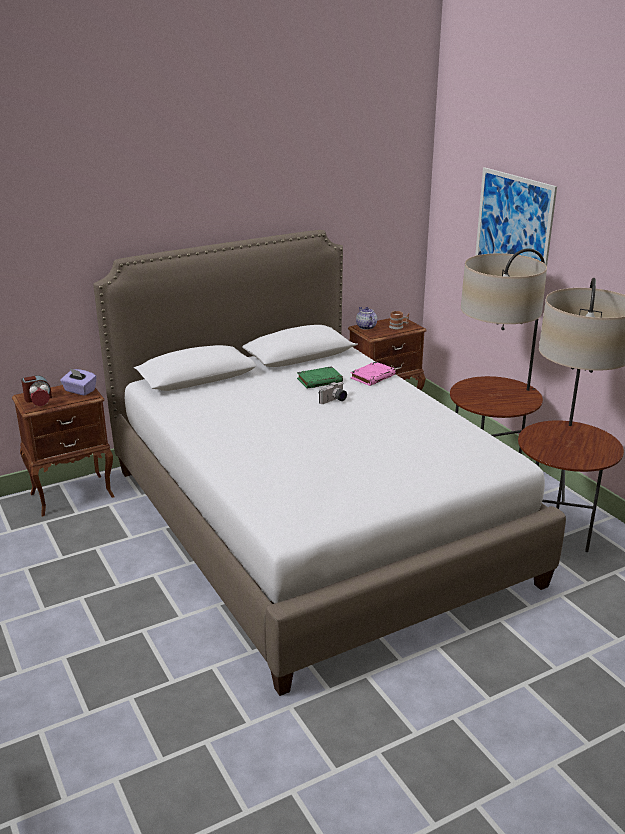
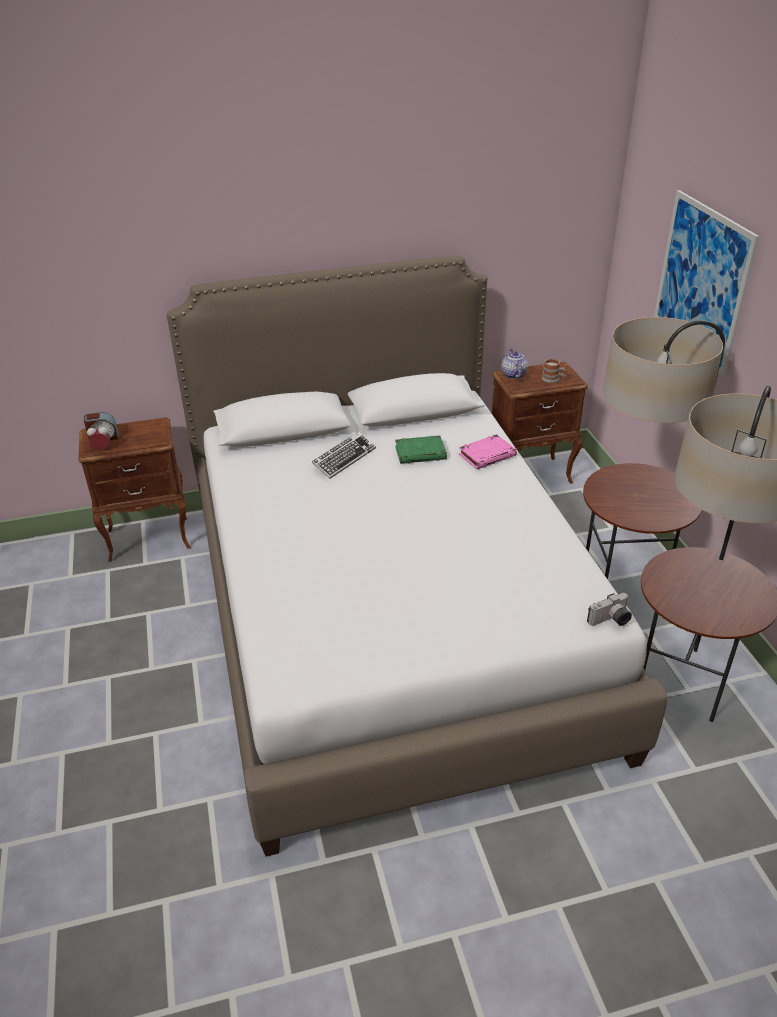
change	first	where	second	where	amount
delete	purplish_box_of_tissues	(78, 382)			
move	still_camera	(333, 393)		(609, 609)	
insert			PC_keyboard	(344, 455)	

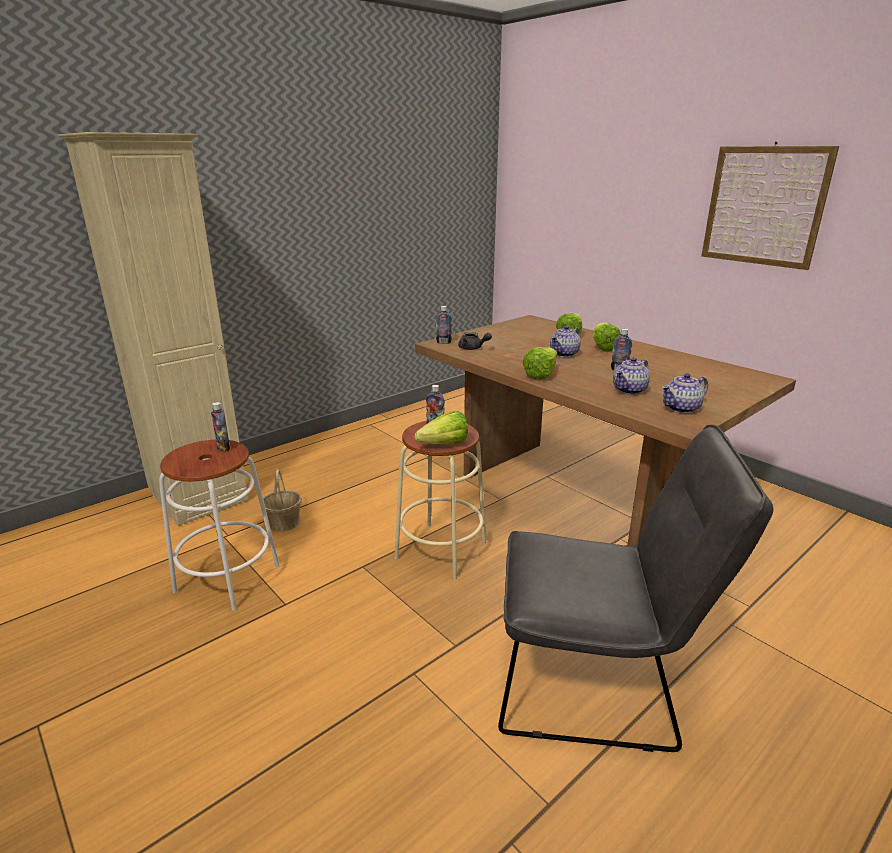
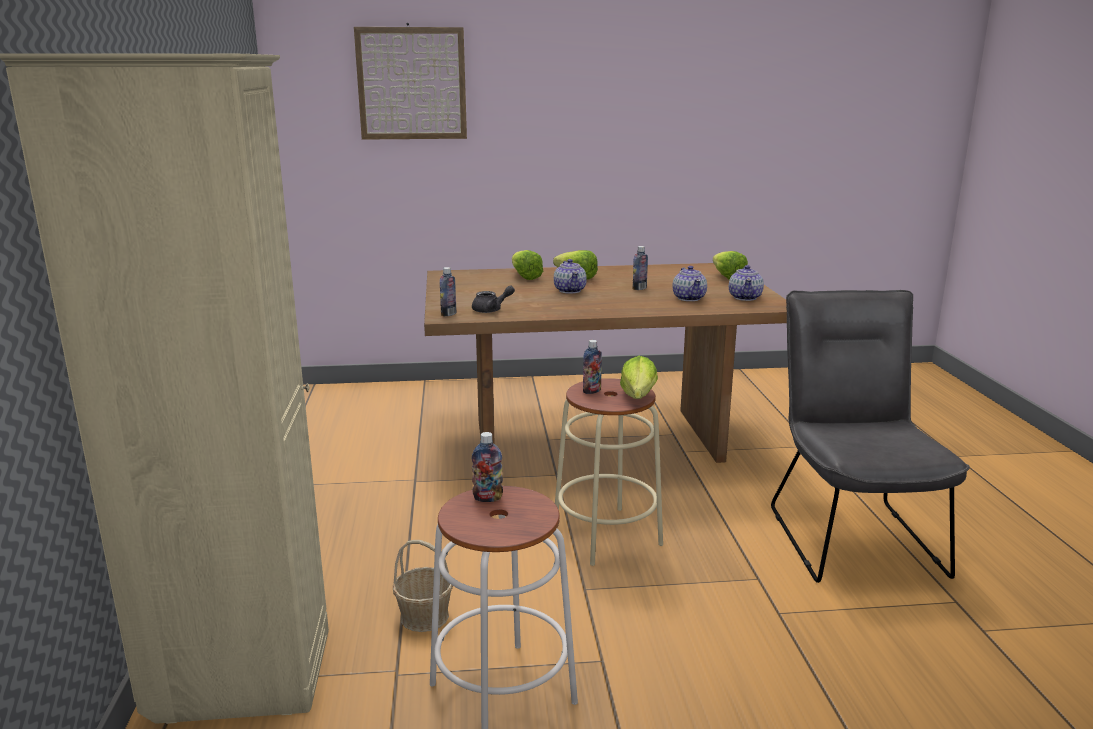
change	first	where	second	where	amount
move	wall_art	(770, 206)		(410, 81)	
move	head_of_lettuce	(540, 363)		(730, 265)	
rotate	grey_plain_chair	(635, 588)		(870, 436)	45 degrees counterclockwise

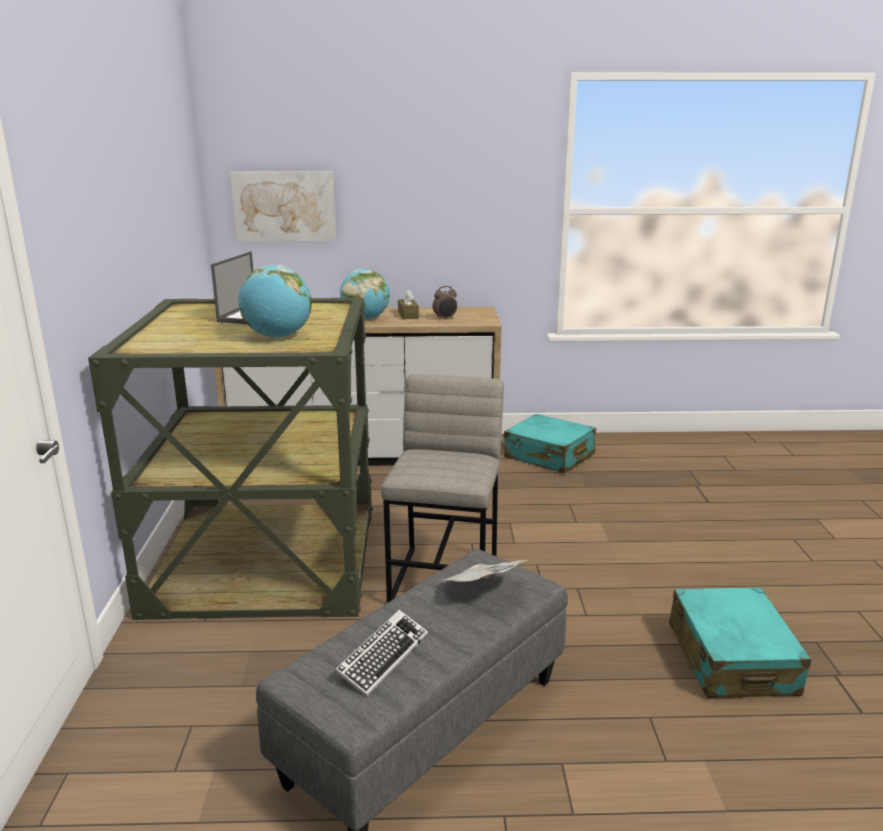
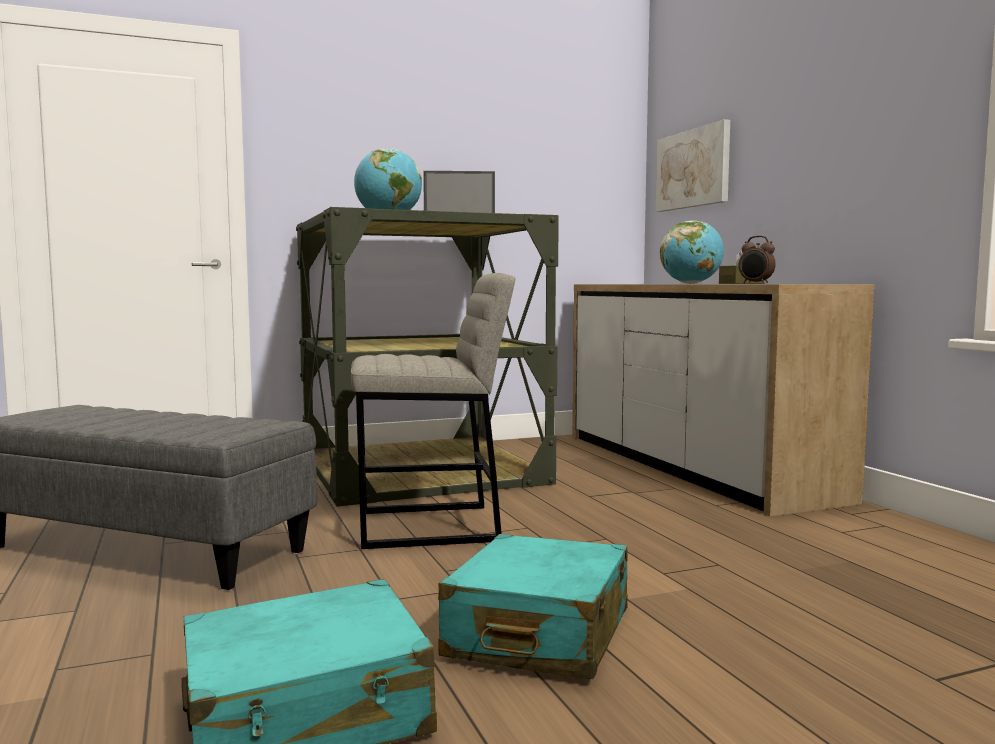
change	first	where	second	where	amount
move	turquoise_piece_of_luggage	(550, 443)		(532, 606)	
delete	printed_paper	(485, 571)			
delete	PC_keyboard	(381, 653)			

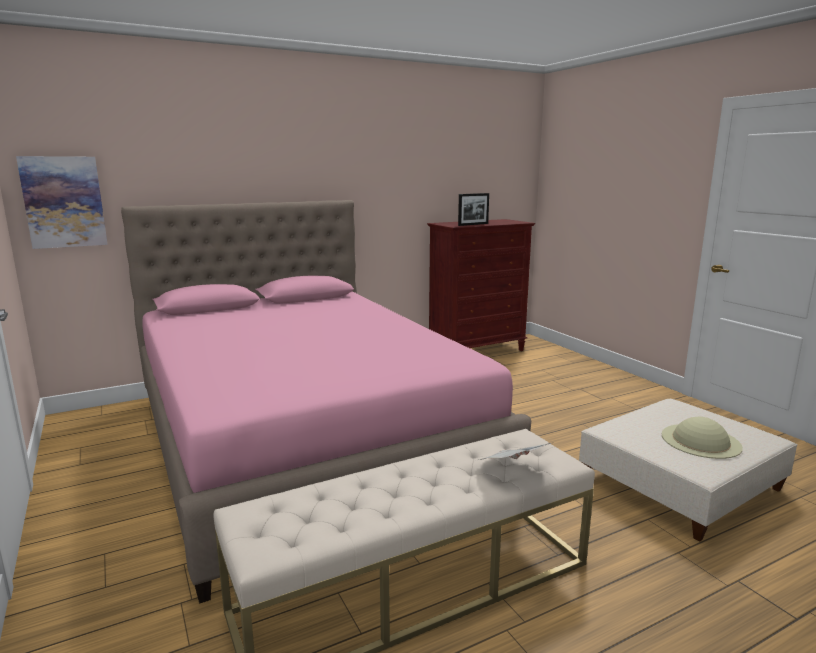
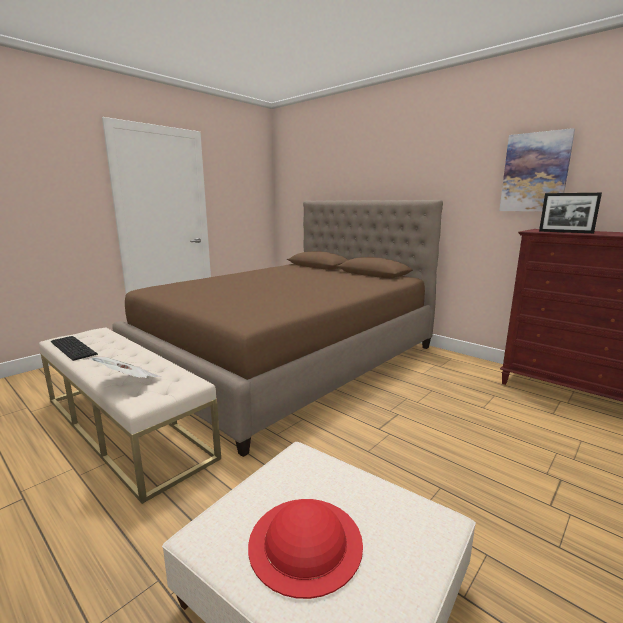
change	first	where	second	where	amount
move	wall_art	(62, 202)		(537, 169)	
recolor	pinkish_bedroom_bed	(326, 402)	brown_bedroom_bed	(278, 328)	
recolor	beige-coloured_hat	(702, 438)	red_hat	(305, 549)	
insert			PC_keyboard	(74, 348)	

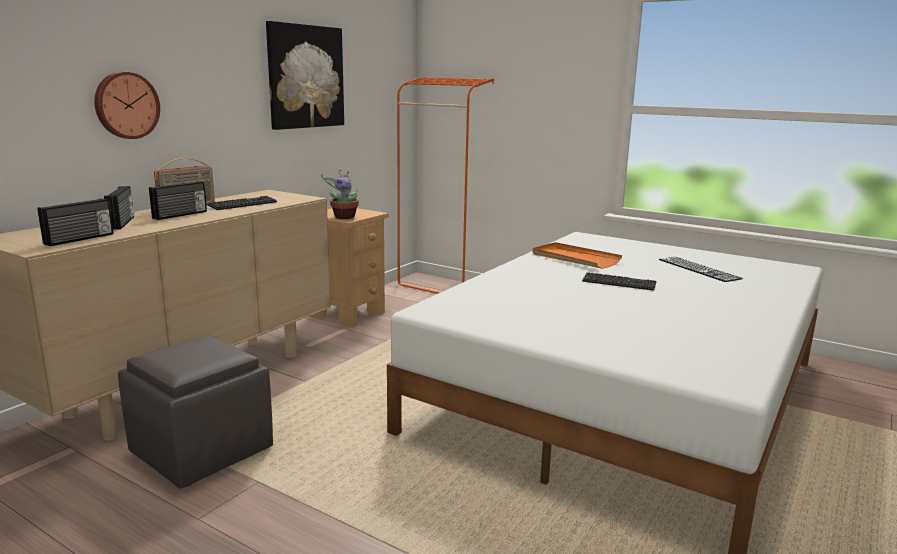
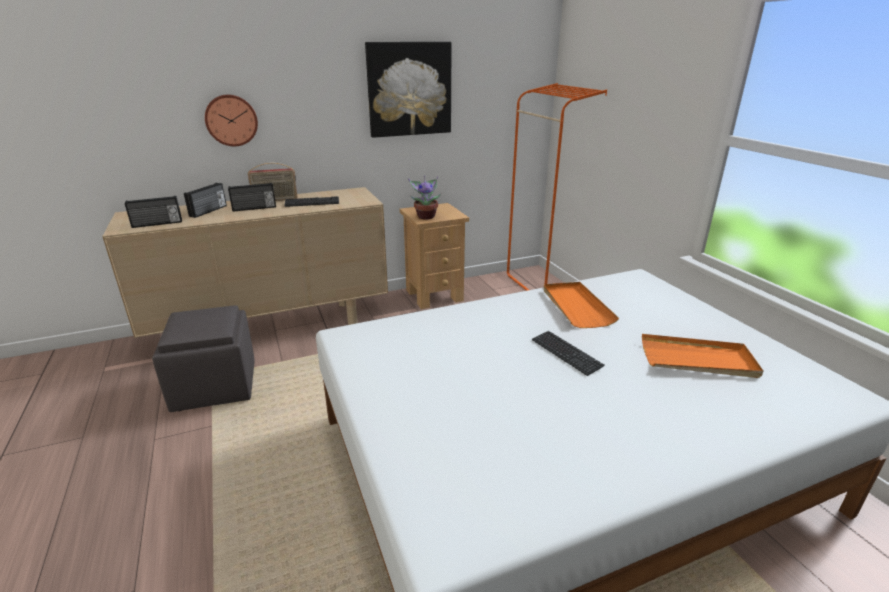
change	first	where	second	where	amount
replace	PC_keyboard	(701, 269)	orangey_serving_tray	(702, 356)	

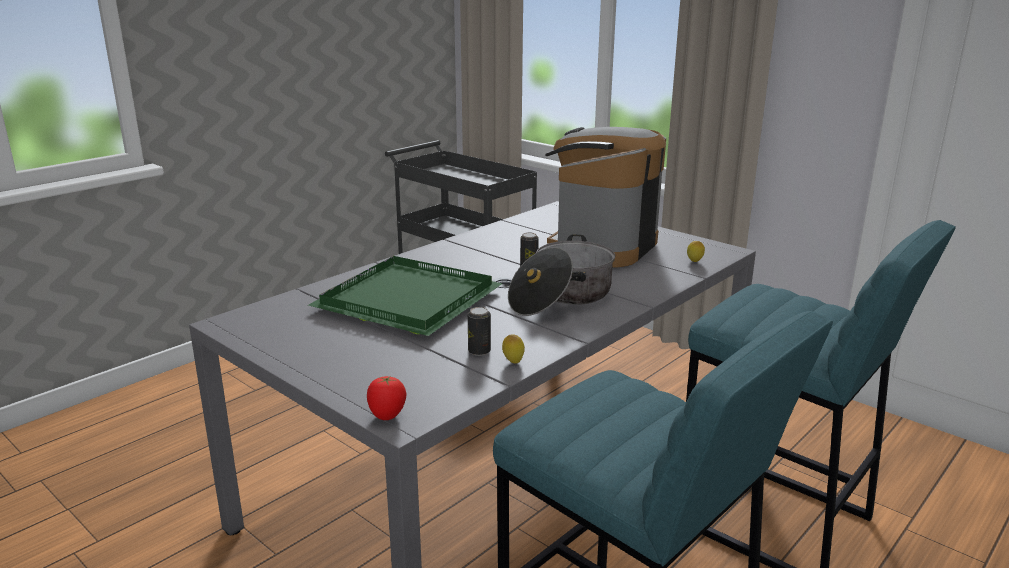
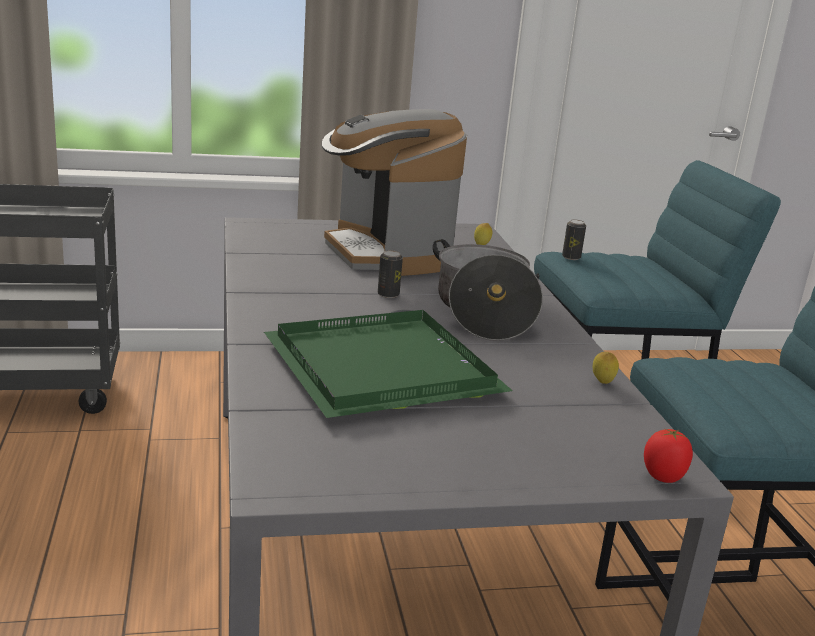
change	first	where	second	where	amount
move	can	(479, 331)		(574, 239)	

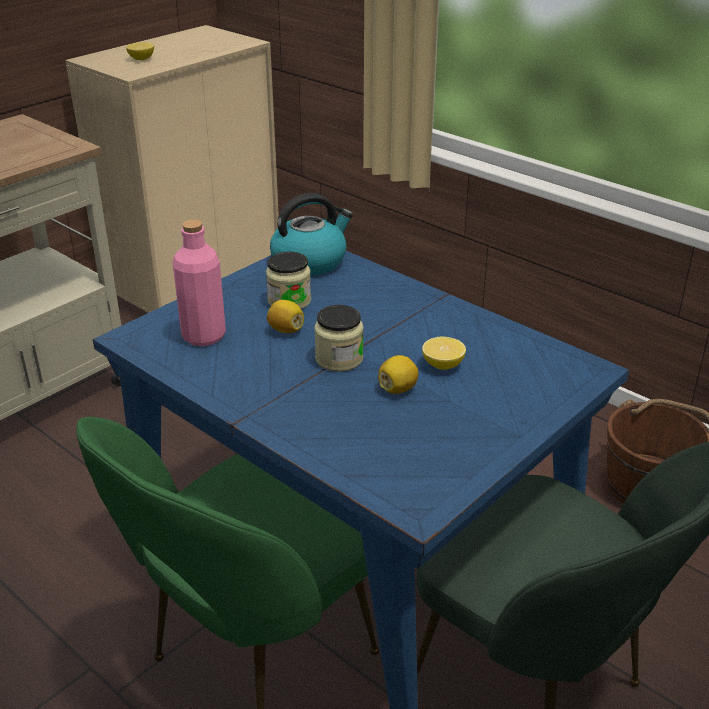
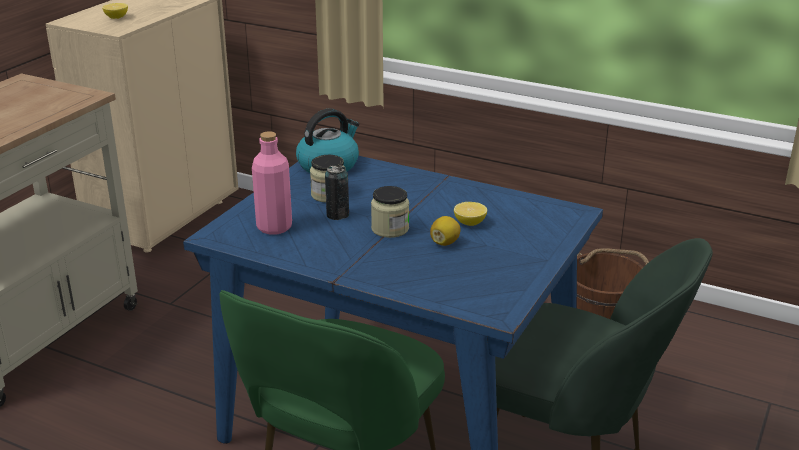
change	first	where	second	where	amount
replace	lemon	(285, 316)	can	(337, 192)	

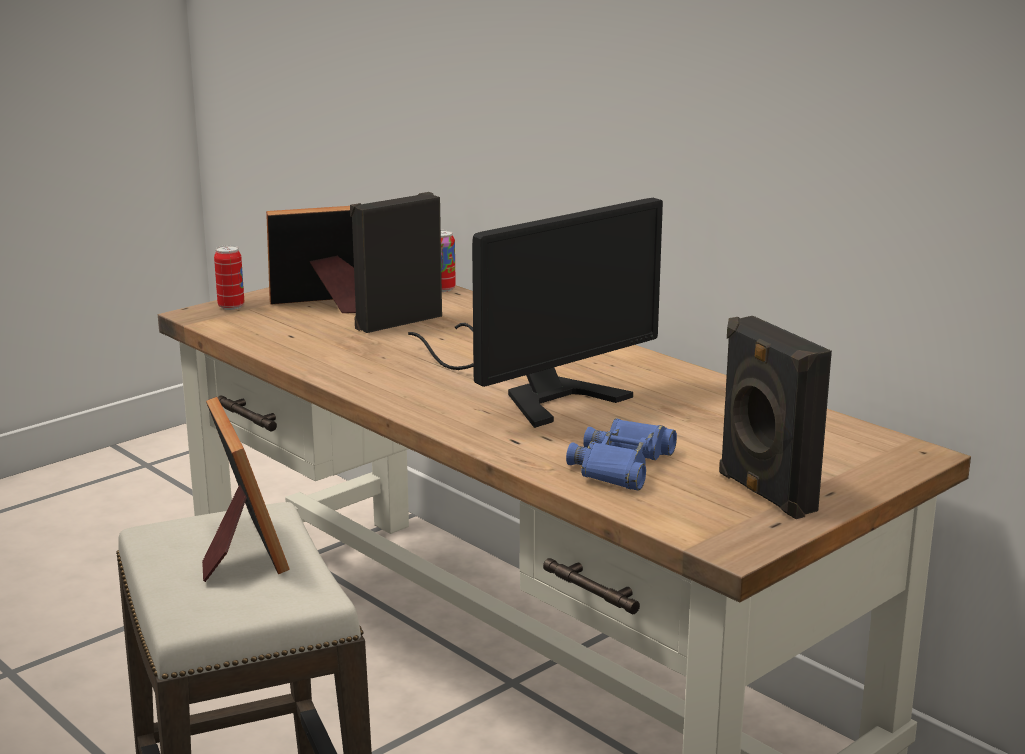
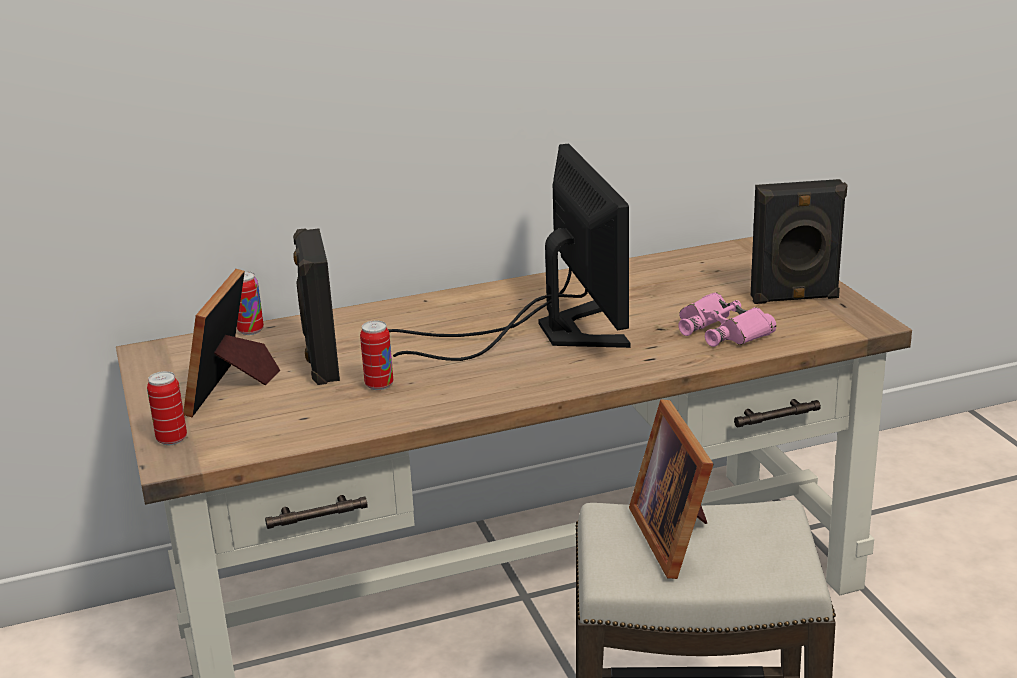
change	first	where	second	where	amount
rotate	picture_frame	(246, 489)		(671, 489)	105 degrees counterclockwise
recolor	blue-coloured_field_glasses	(621, 454)	pinkish_field_glasses	(727, 319)	
insert			can	(376, 355)	

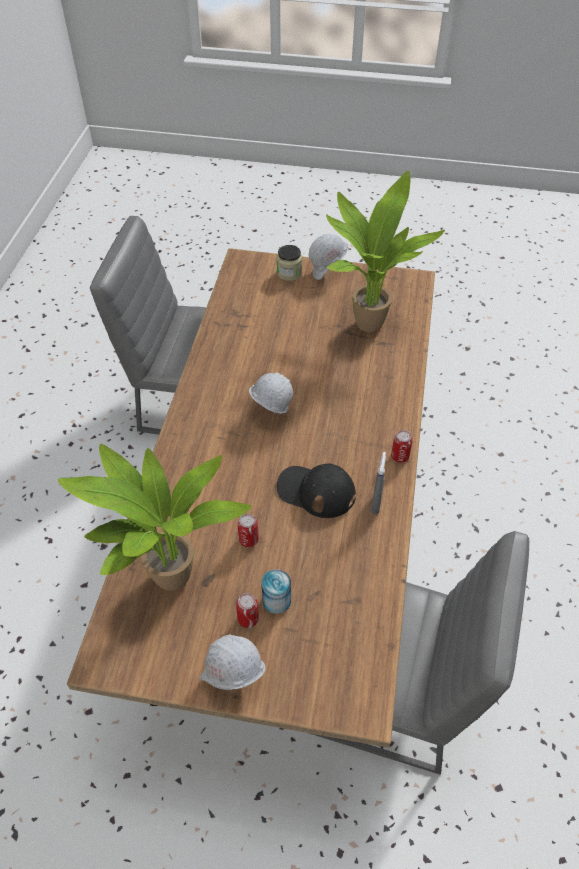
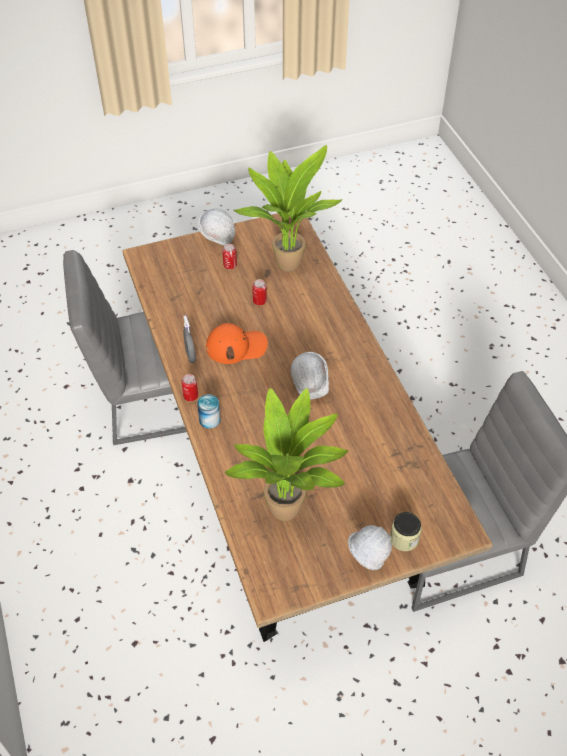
change	first	where	second	where	amount
recolor	black-coloured_cap	(316, 490)	orangey_cap	(237, 343)	
move	can	(276, 591)		(208, 411)	

